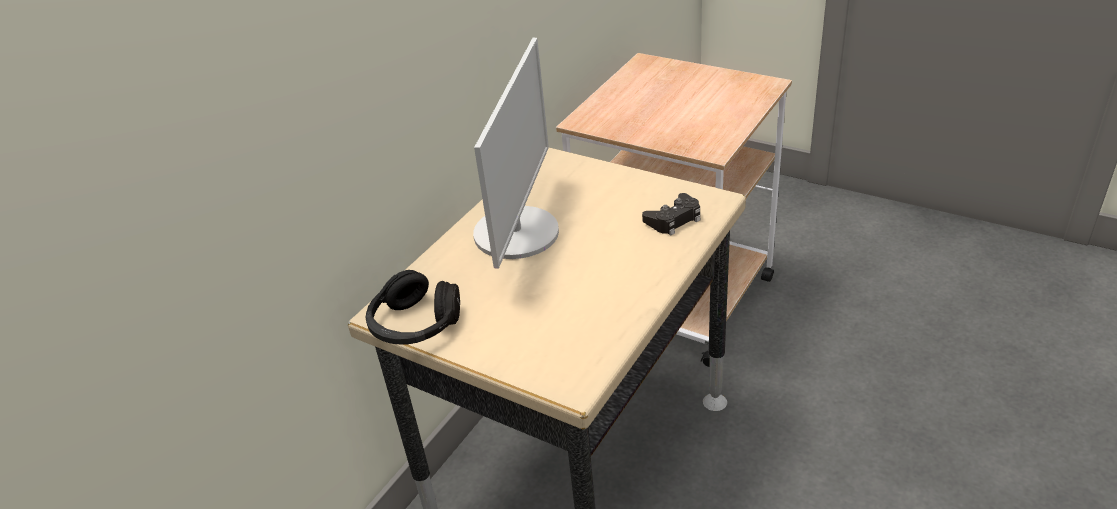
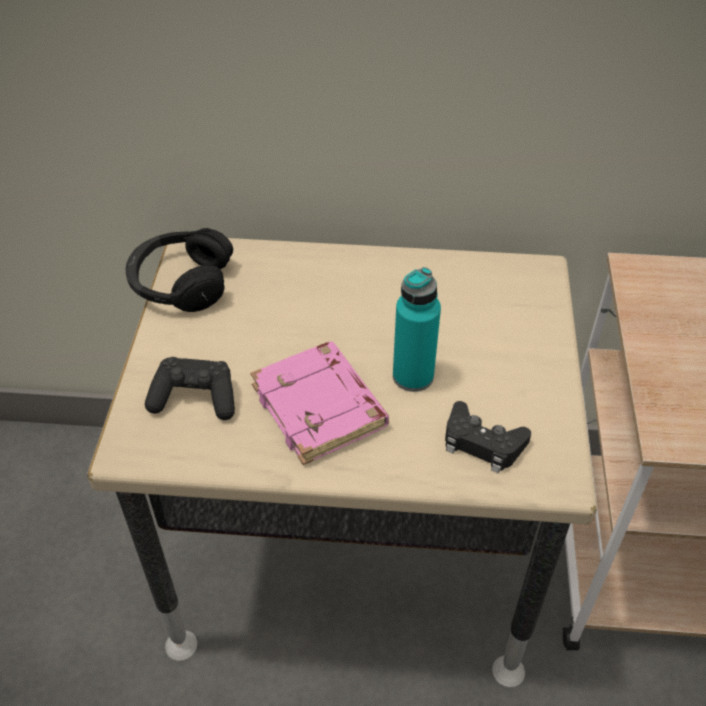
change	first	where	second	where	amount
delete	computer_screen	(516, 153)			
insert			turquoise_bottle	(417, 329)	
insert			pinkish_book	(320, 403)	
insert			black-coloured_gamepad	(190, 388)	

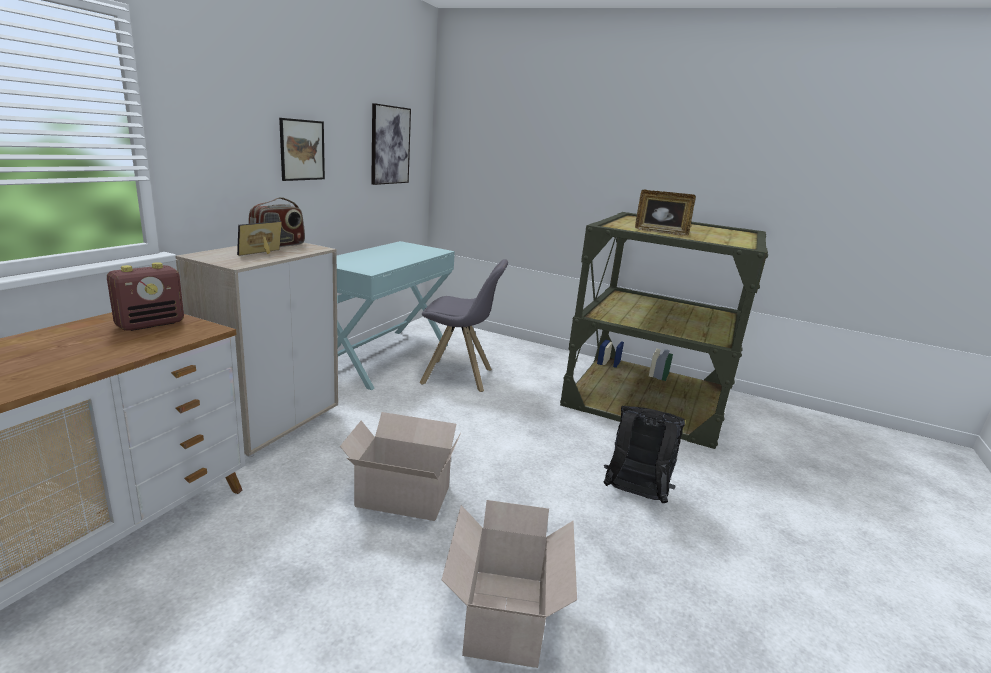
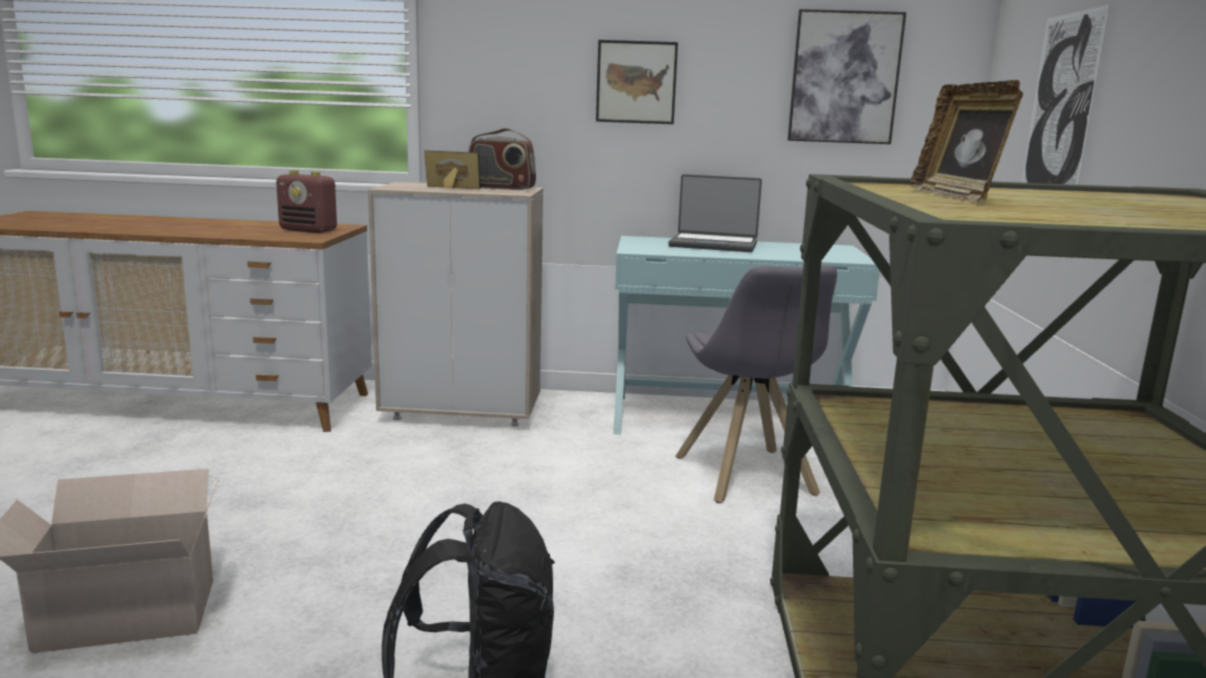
change	first	where	second	where	amount
delete	cardboard_box	(400, 466)			
insert			wall_art	(1066, 94)	
insert			portable_computer	(715, 213)	

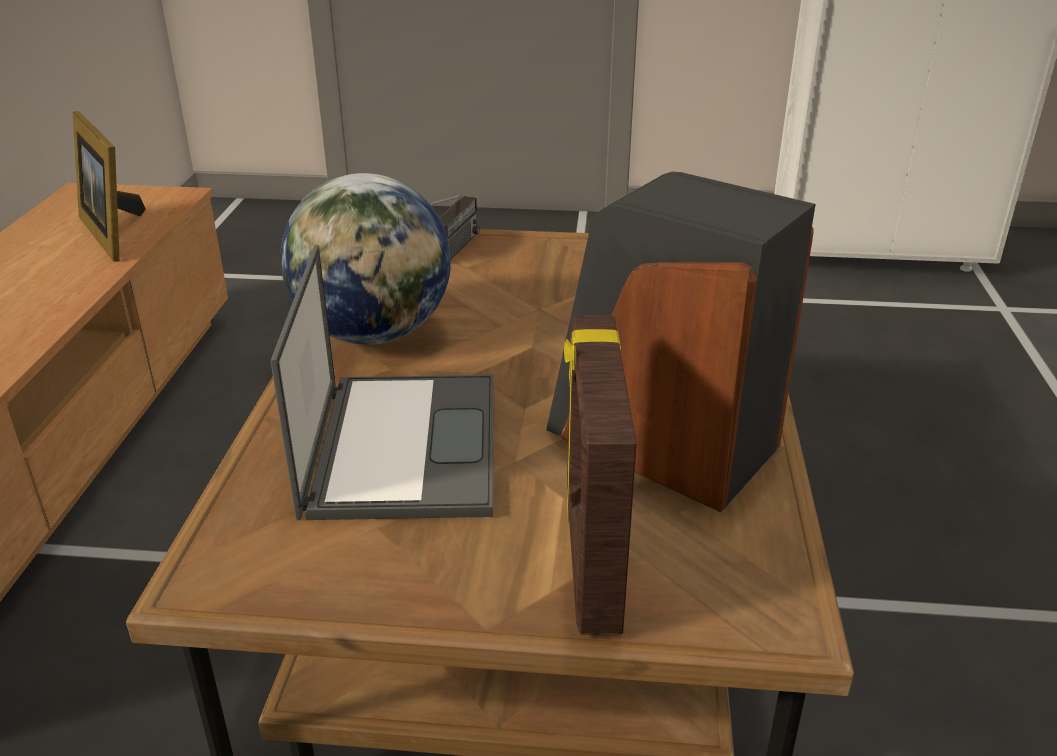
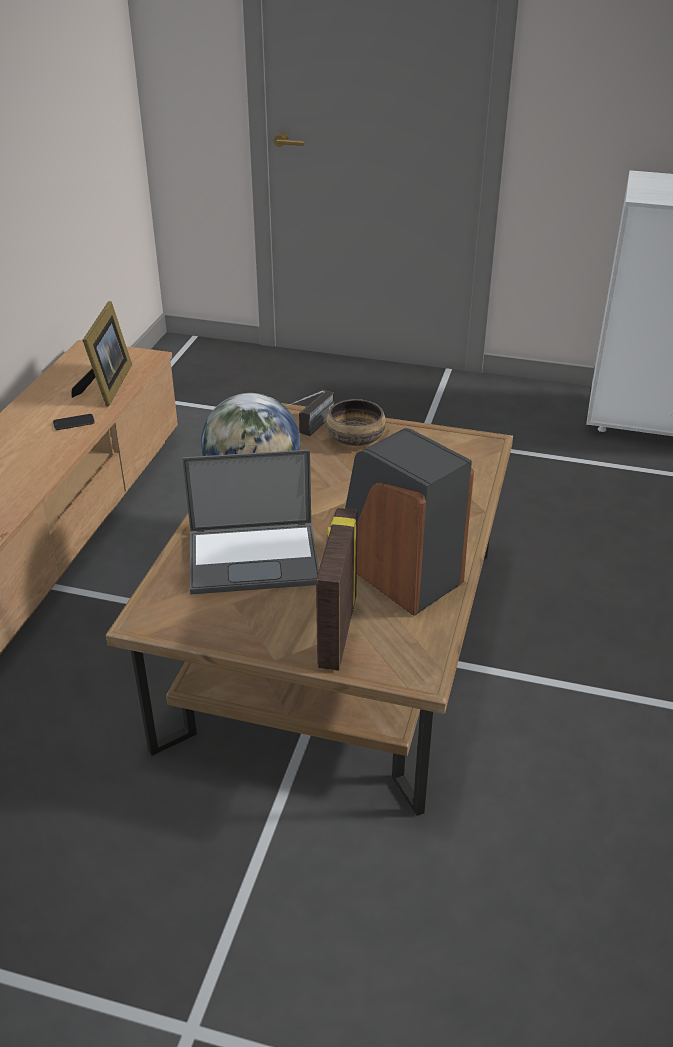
change	first	where	second	where	amount
rotate	picture_frame	(109, 186)		(101, 354)	150 degrees counterclockwise
rotate	portable_computer	(382, 382)		(250, 522)	75 degrees clockwise
insert			deep_dish	(356, 422)	
insert			handset	(74, 422)	

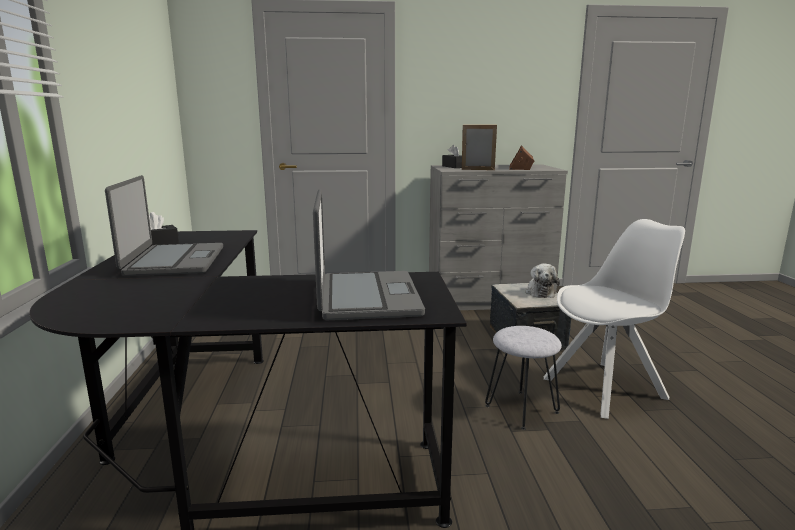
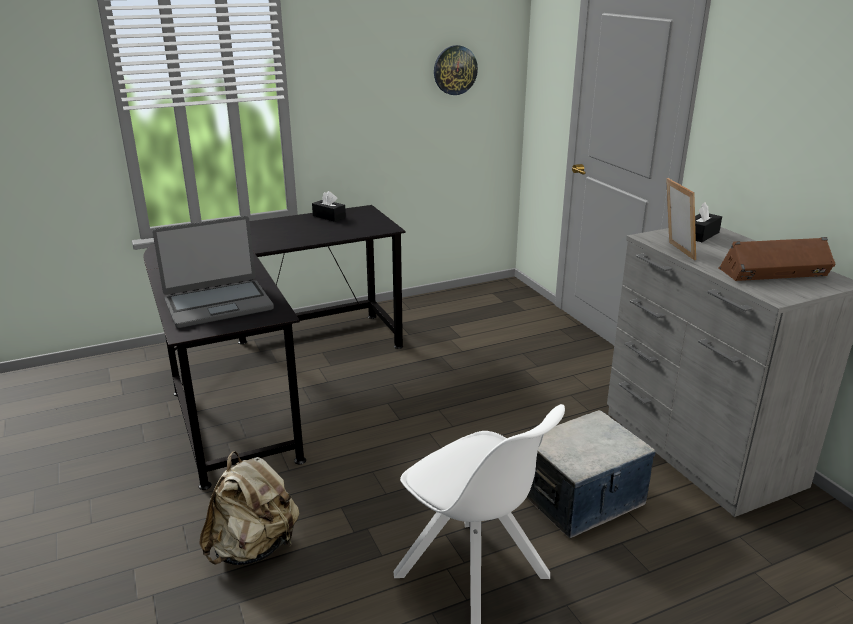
change	first	where	second	where	amount
delete	portable_computer	(164, 225)			
delete	soft_toy	(542, 280)			
delete	grey_sitting_stool	(523, 378)			
insert			hanging_clock	(456, 70)	
insert			beige-coloured_backpack	(249, 508)	

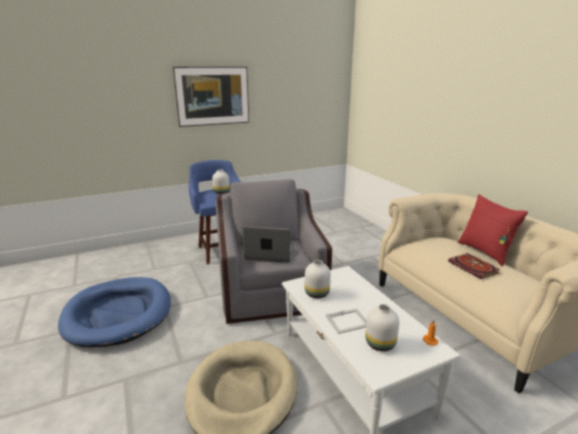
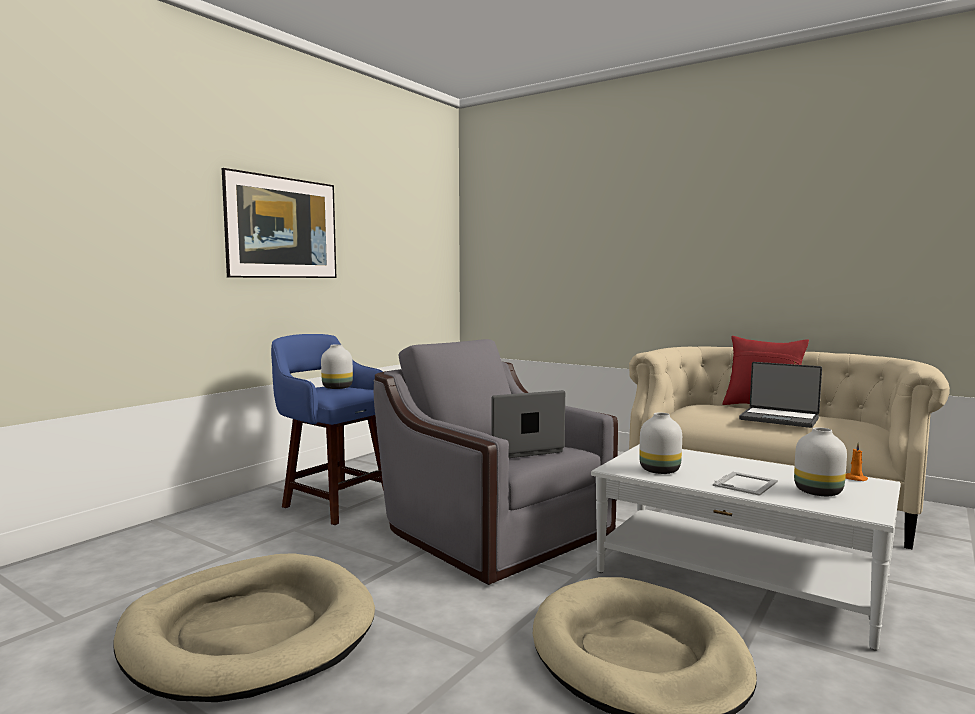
change	first	where	second	where	amount
replace	book	(474, 266)	portable_computer	(780, 395)	
recolor	blue-coloured_dog_bed	(114, 312)	beige-coloured_dog_bed	(244, 627)	

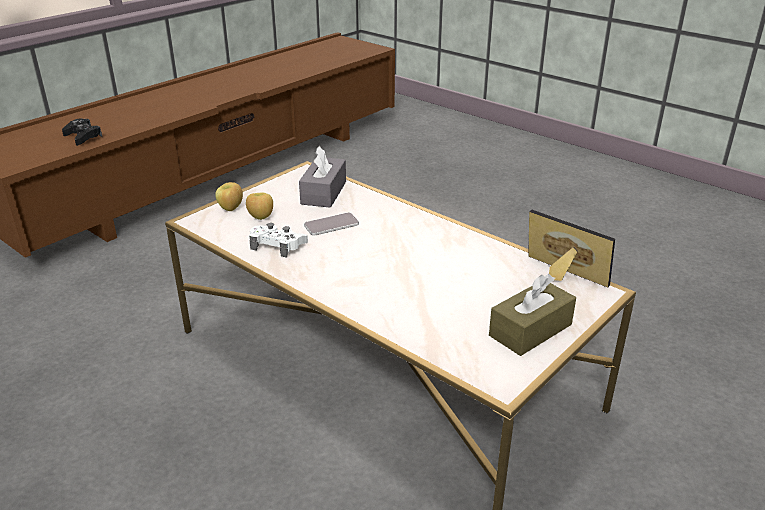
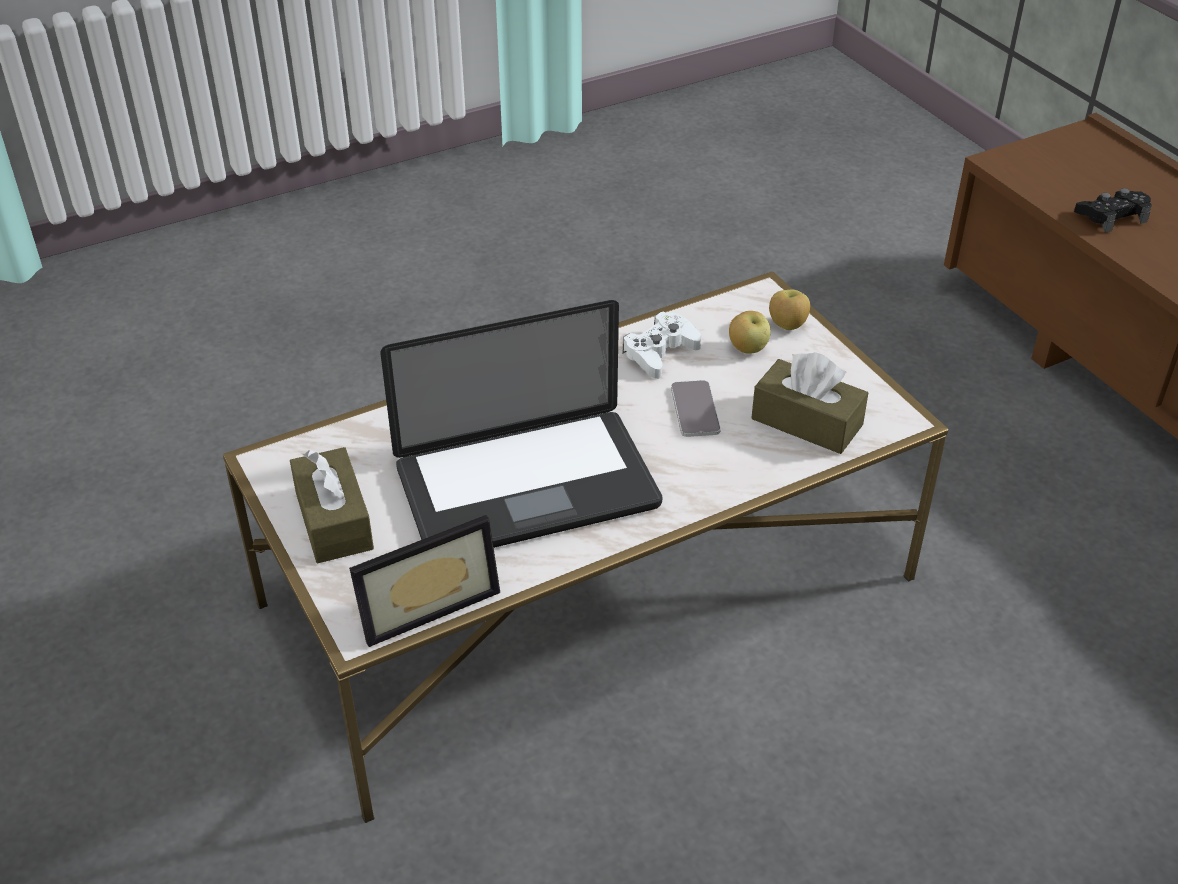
change	first	where	second	where	amount
recolor	grey_box_of_tissues	(322, 177)	brown_box_of_tissues	(810, 403)	
insert			portable_computer	(521, 424)	

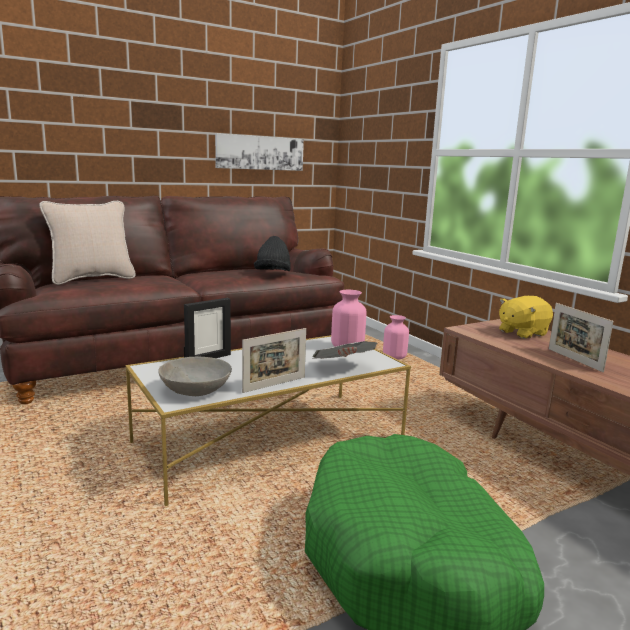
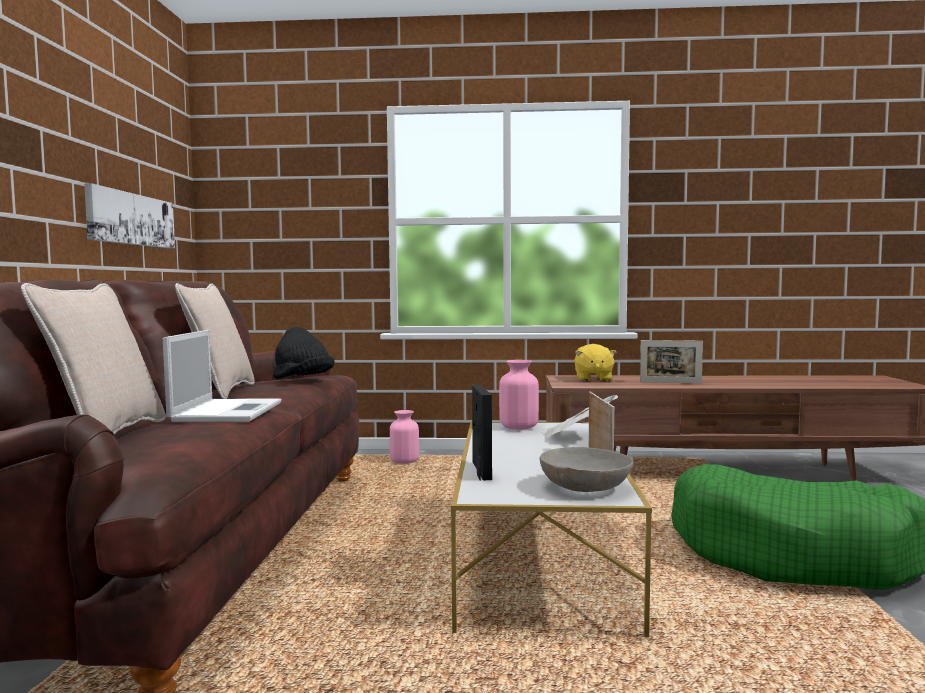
change	first	where	second	where	amount
insert			beige-coloured_cushion	(215, 341)	
insert			portable_computer	(222, 376)	

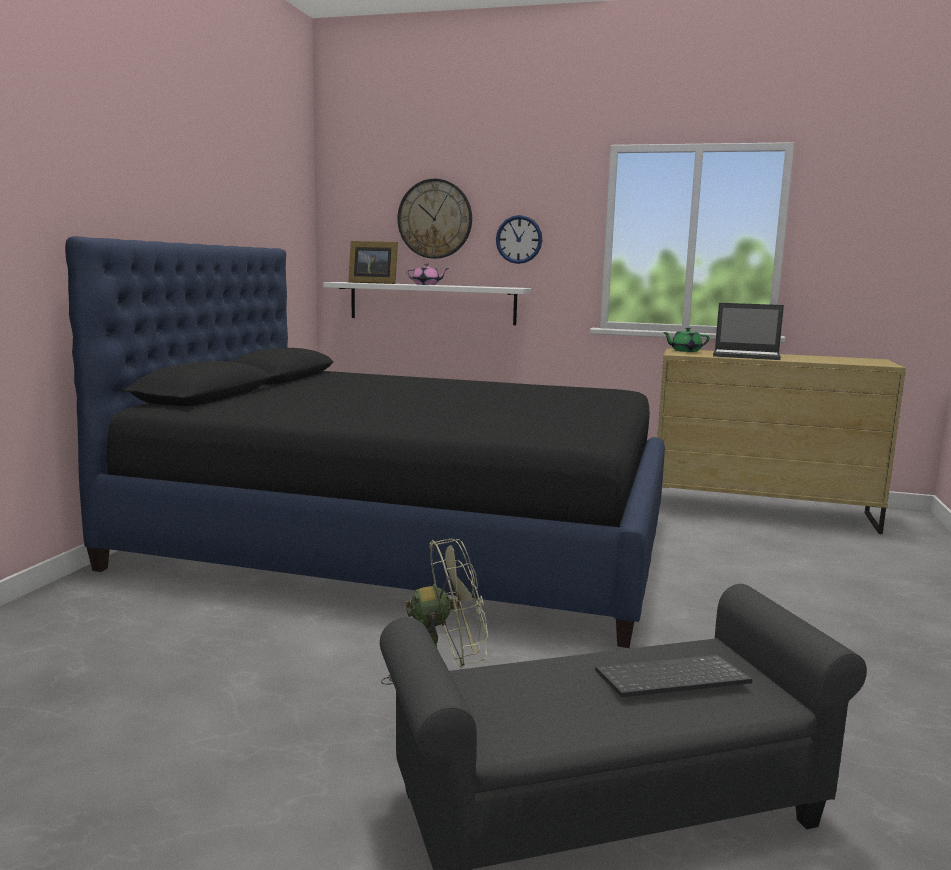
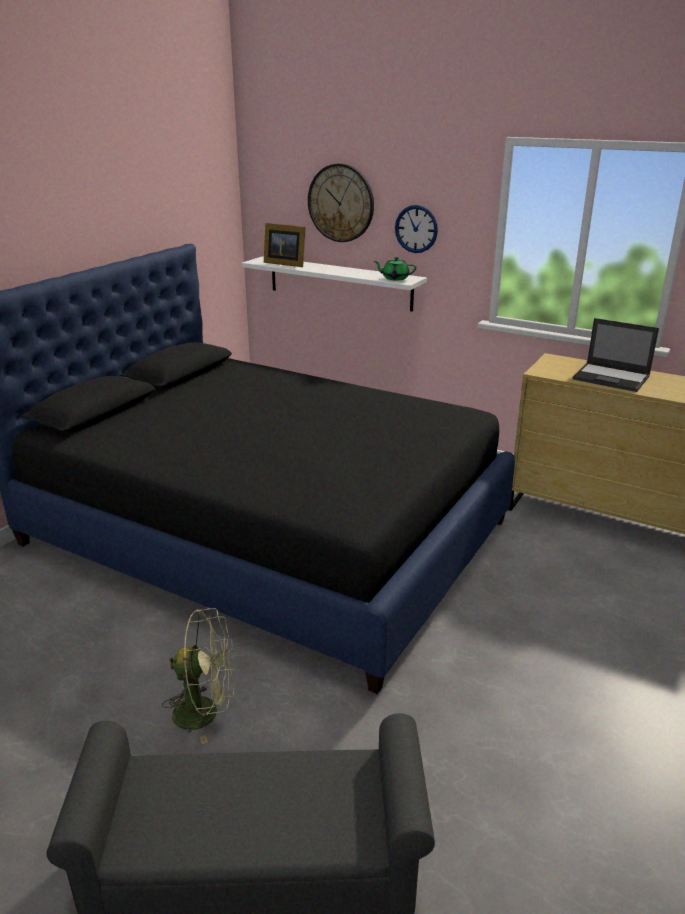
change	first	where	second	where	amount
delete	pinkish_tea_pot	(427, 274)			
move	green-coloured_tea_pot	(686, 339)		(395, 269)	
delete	PC_keyboard	(673, 676)			

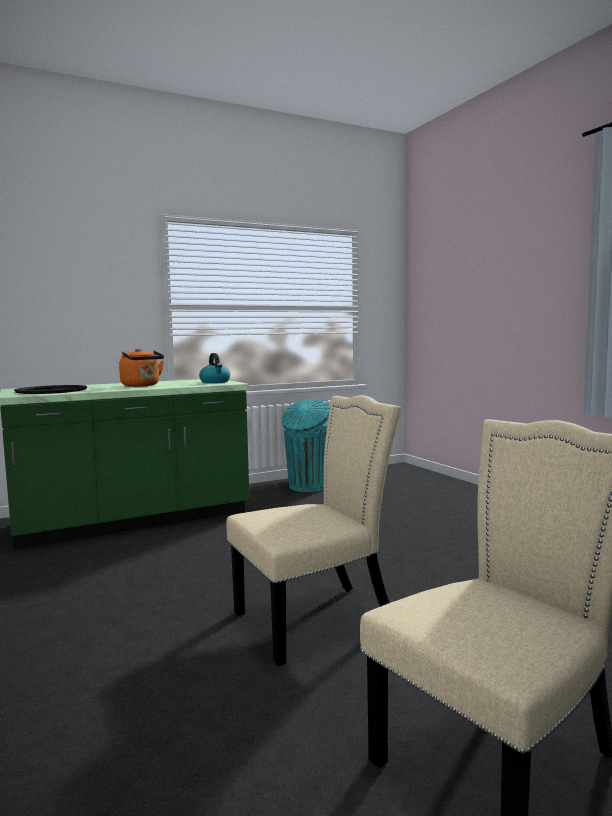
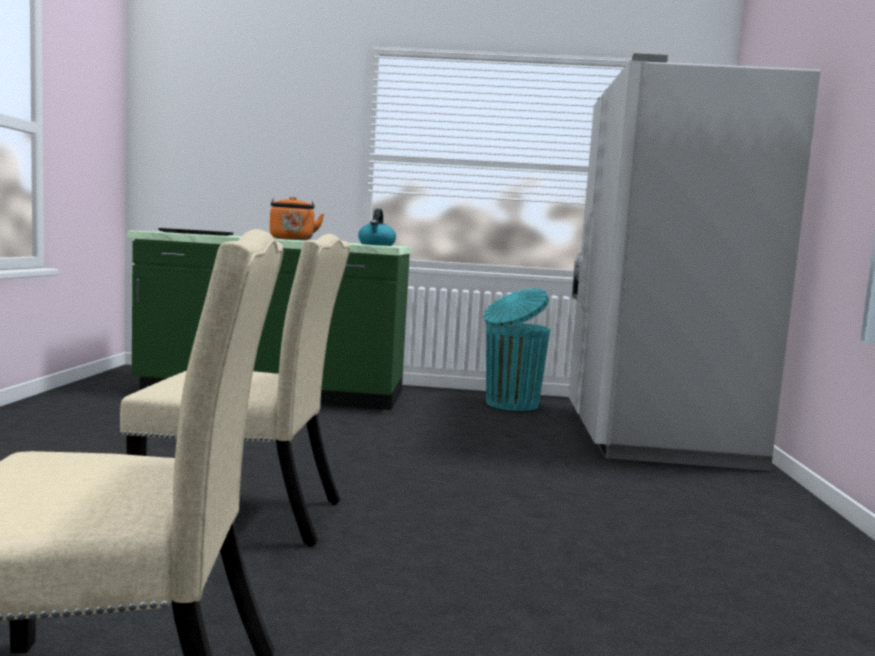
change	first	where	second	where	amount
insert			white-coloured_kitchen_fridge	(694, 262)	

